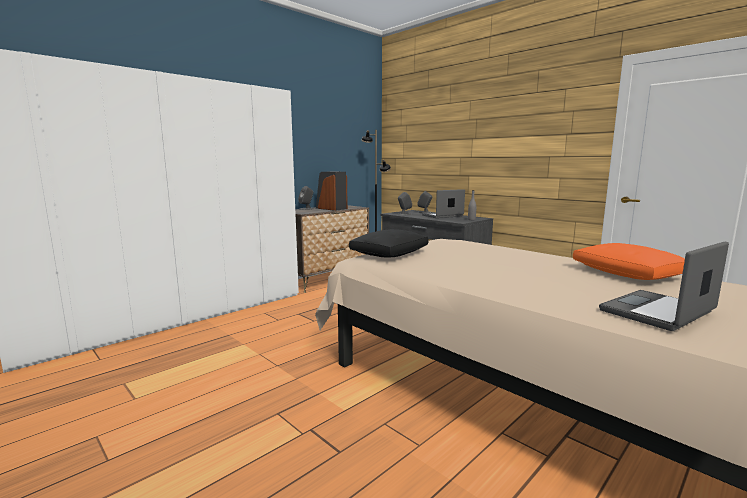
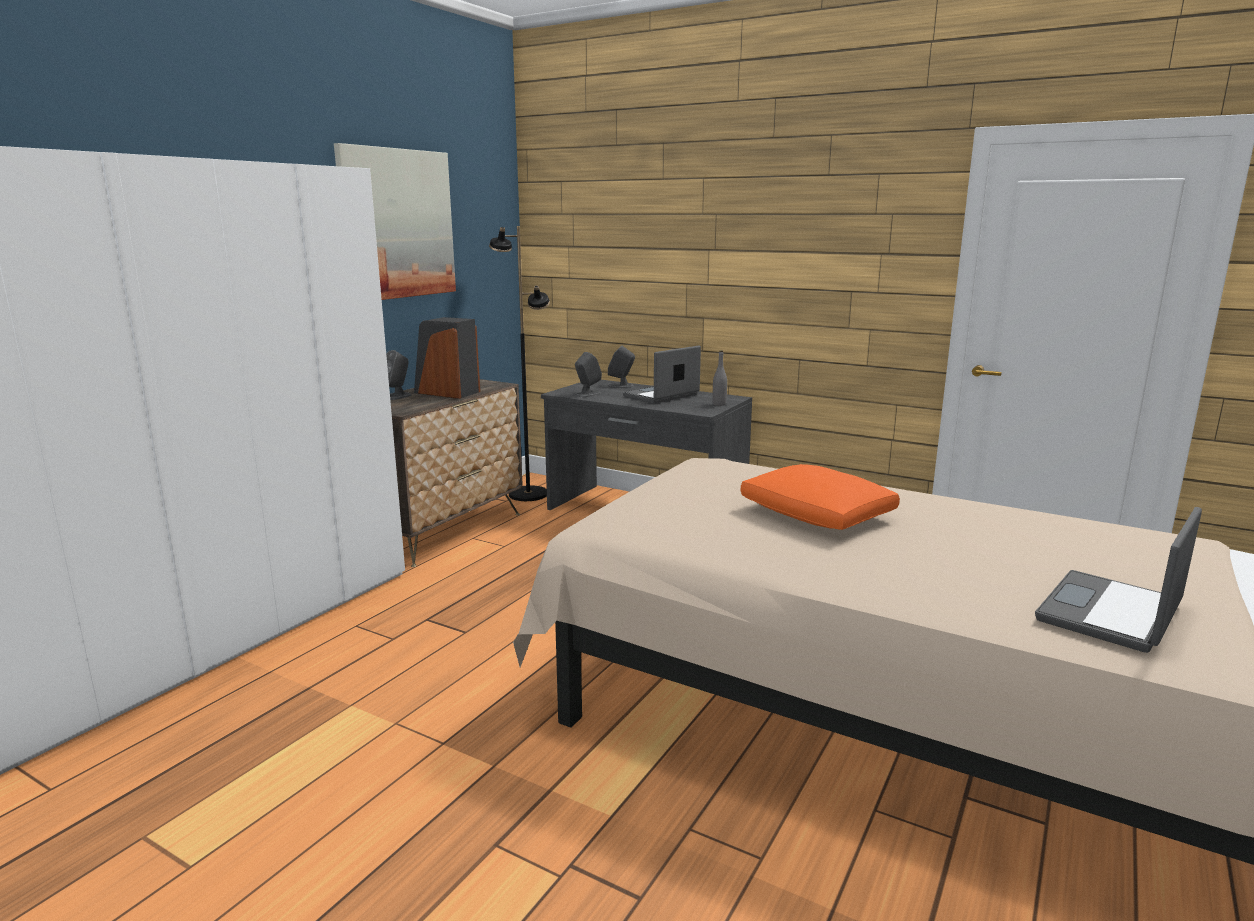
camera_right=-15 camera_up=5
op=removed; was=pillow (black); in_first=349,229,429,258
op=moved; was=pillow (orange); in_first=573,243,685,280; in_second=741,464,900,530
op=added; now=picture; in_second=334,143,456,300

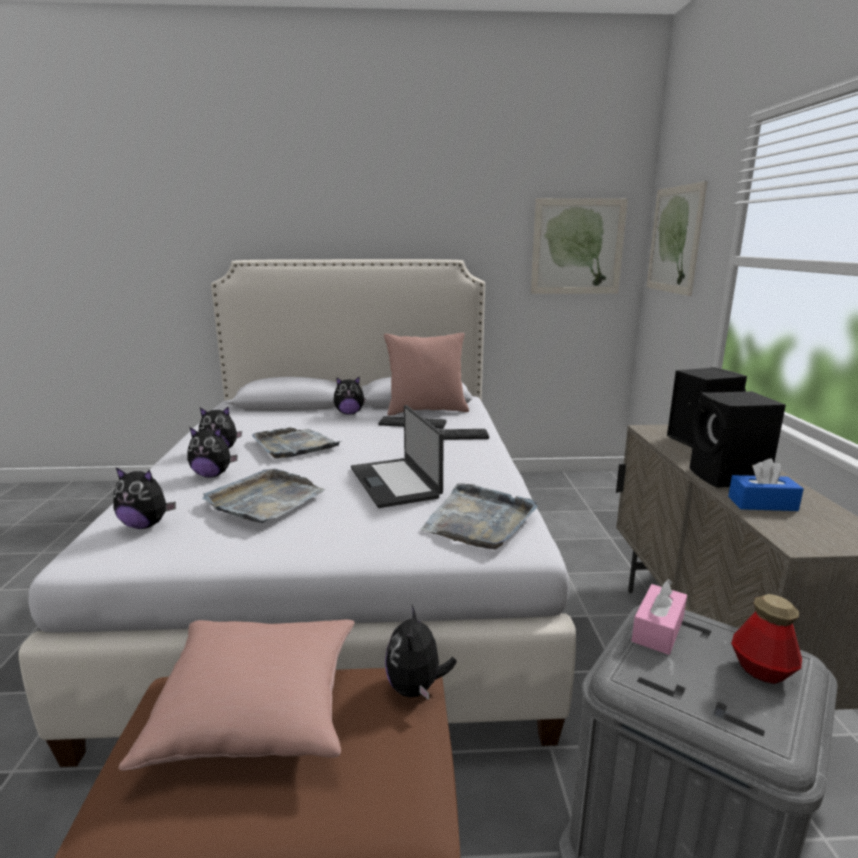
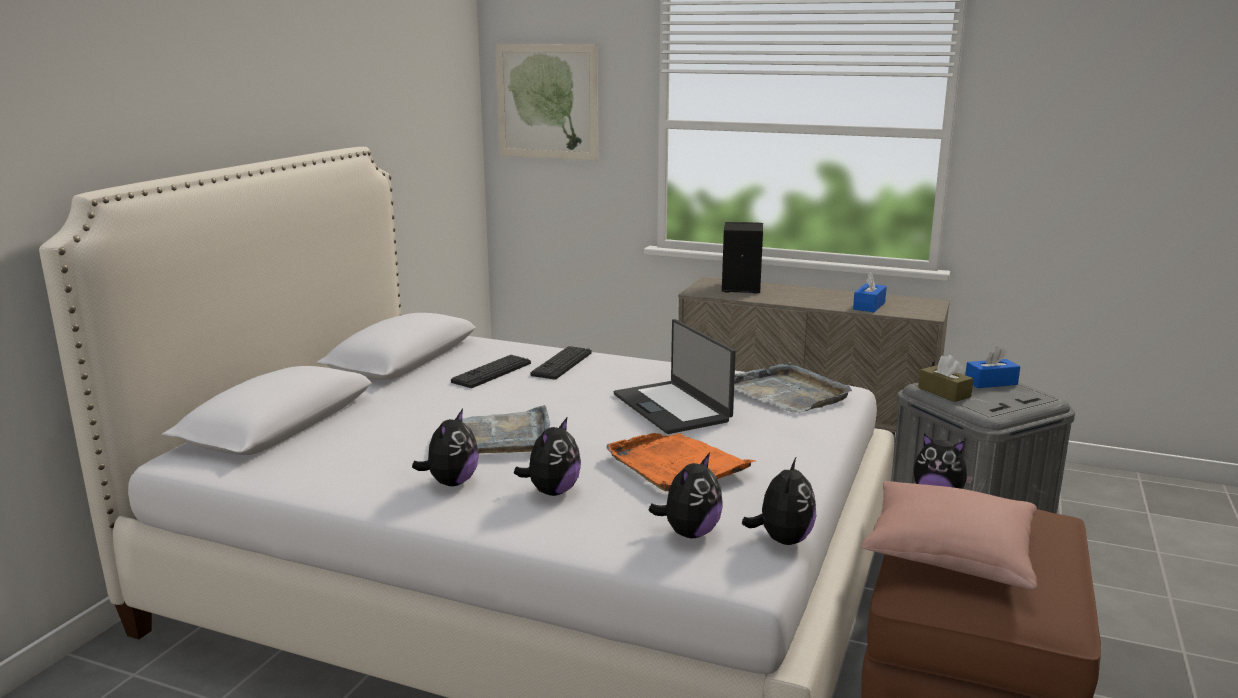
camera_right=-65 camera_up=0
op=removed; was=picture; in_first=531,198,628,294
op=removed; was=pillow (pink); in_first=384,333,469,416
op=moved; was=plush toy; in_first=334,377,366,415; in_second=742,456,816,545
op=removed; was=speaker (black); in_first=690,391,786,488
op=turned; was=laptop; in_first=351,405,444,508; in_second=614,319,736,434; clockwise=60
op=recoloured; was=tray (grey); now=tray (orange); in_first=203,469,325,523; in_second=606,433,755,491
op=recoloured; was=tissue box (pink); now=tissue box (brown); in_first=632,579,687,655; in_second=918,355,973,402
op=replaced; was=bottle; now=tissue box (blue); in_first=731,594,802,684; in_second=965,347,1020,388

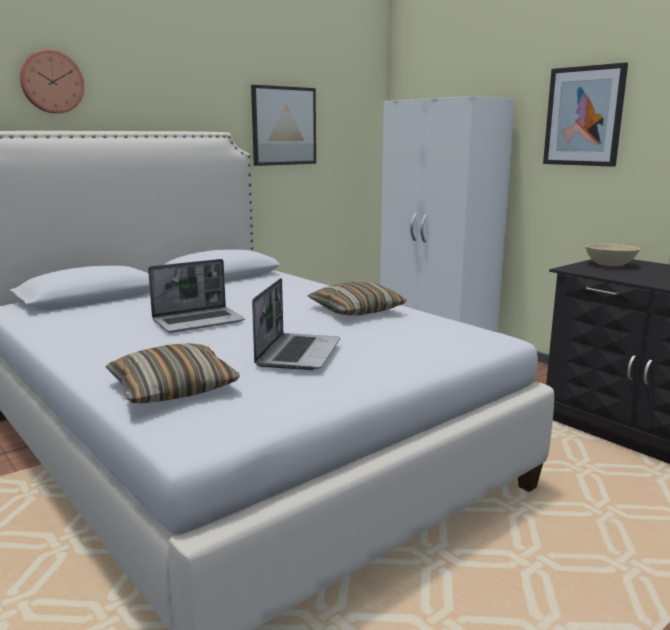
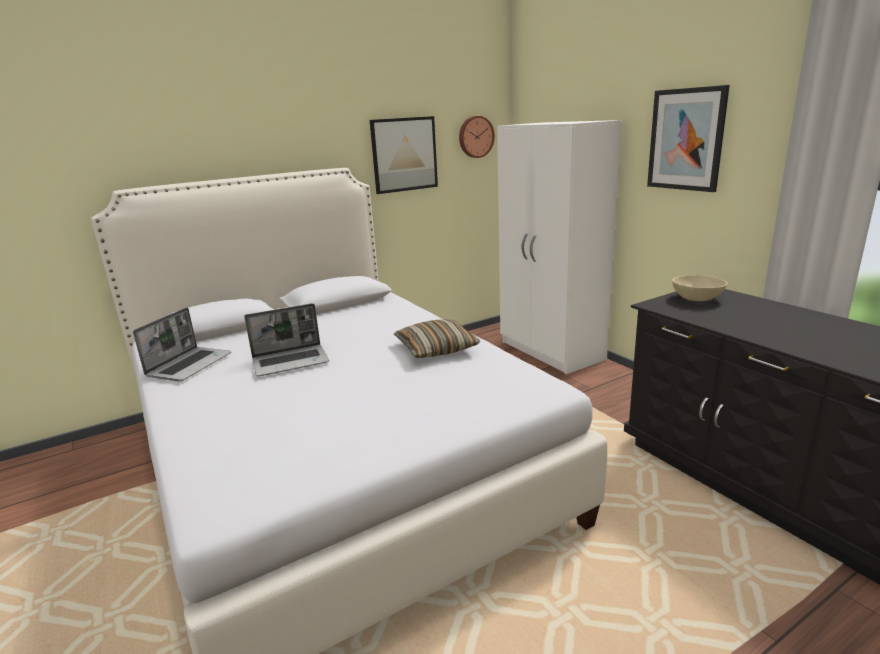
camera_right=10 camera_up=5
op=moved; was=wall clock; in_first=20,49,84,113; in_second=459,116,495,158
op=moved; was=laptop; in_first=252,278,340,370; in_second=133,308,232,381
op=removed; was=pillow; in_first=105,343,240,403

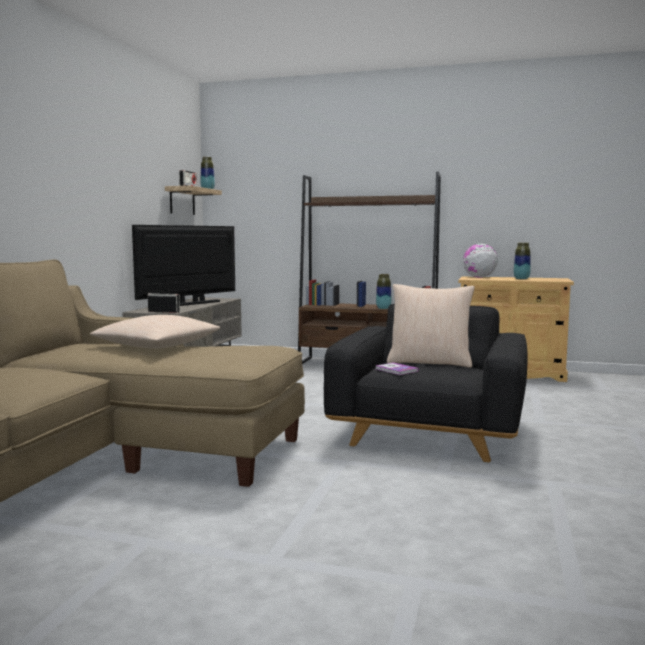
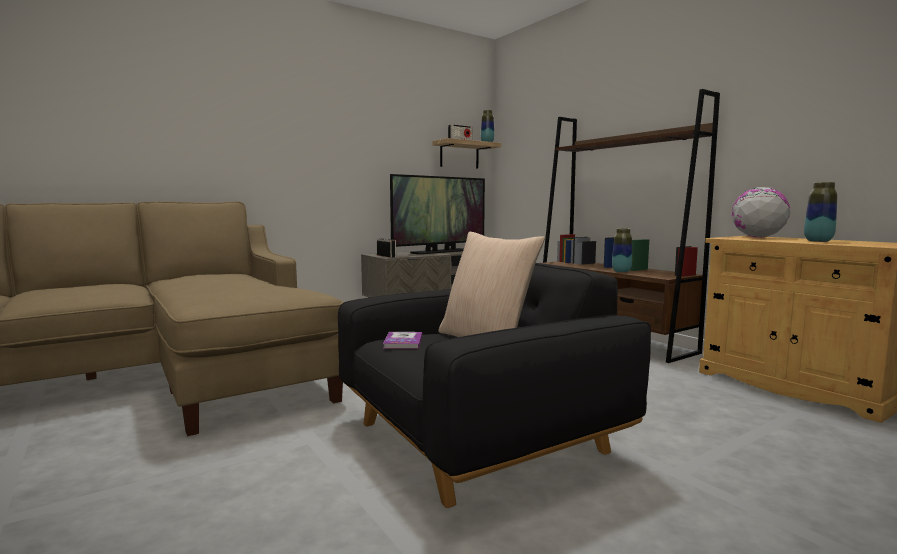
camera_right=40 camera_up=0
op=turned; was=television; in_first=132,225,235,306; in_second=390,174,485,254; clockwise=150
op=removed; was=pillow (beige); in_first=90,315,220,349

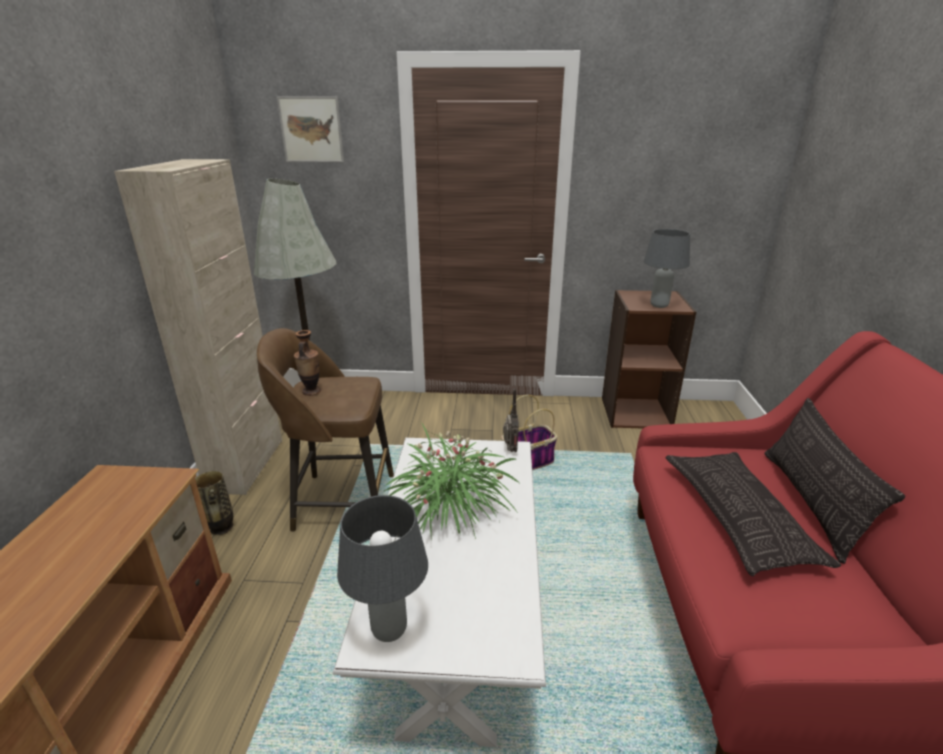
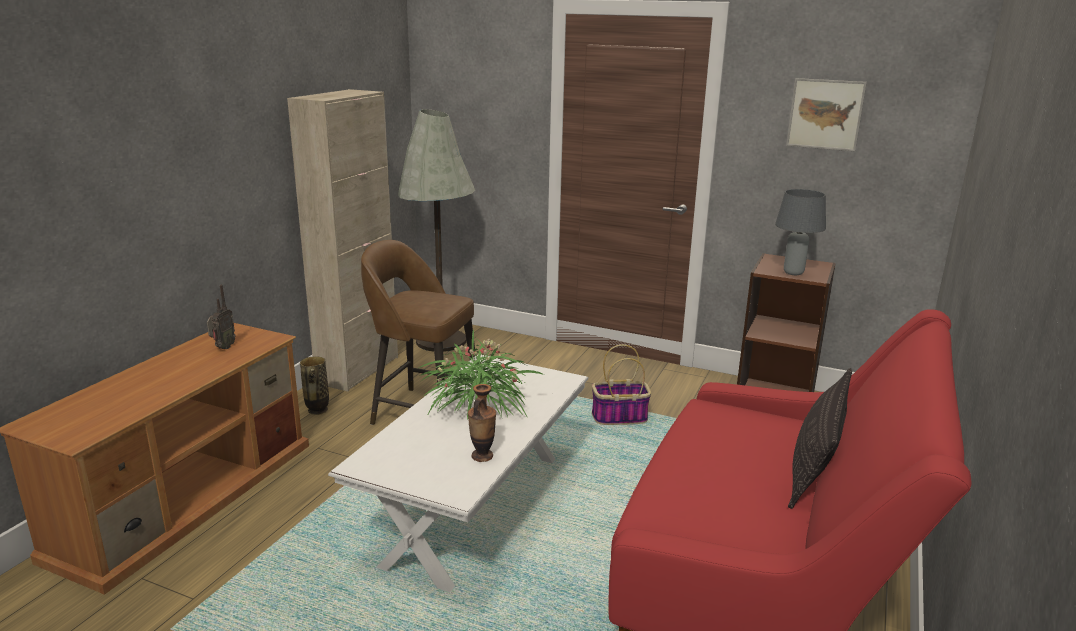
camera_right=20 camera_up=-5
op=moved; was=picture; in_first=277,96,344,162; in_second=786,78,867,151
op=moved; was=vase; in_first=294,330,321,396; in_second=468,384,496,462
op=moved; was=radio; in_first=503,389,519,452; in_second=207,285,236,349
op=removed; was=pillow; in_first=665,452,841,576
op=removed; was=table lamp (grey); in_first=337,495,428,642

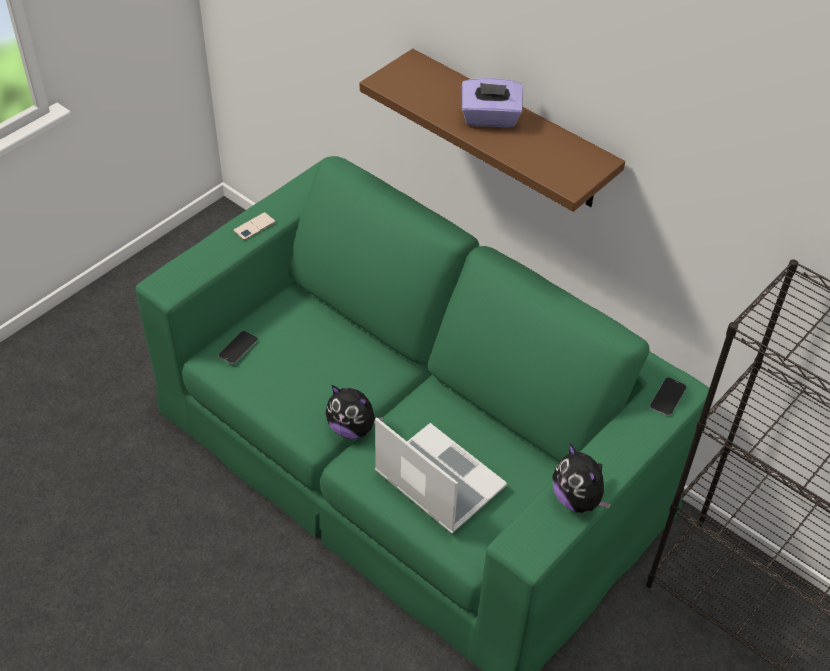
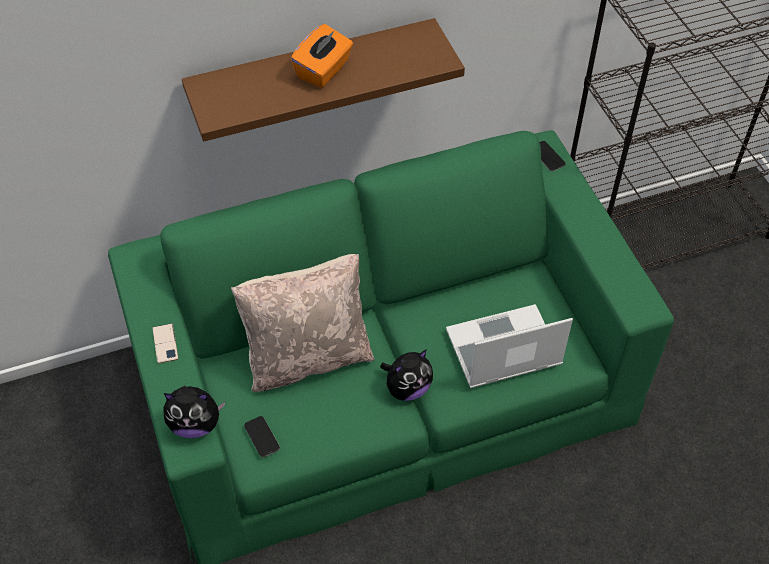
camera_right=-60 camera_up=5
op=recoloured; was=tissue box (purple); now=tissue box (orange); in_first=462,78,523,128; in_second=291,24,353,88
op=moved; was=plush toy; in_first=552,443,611,513; in_second=163,386,225,438
op=added; now=pillow (beige); in_second=231,254,375,392

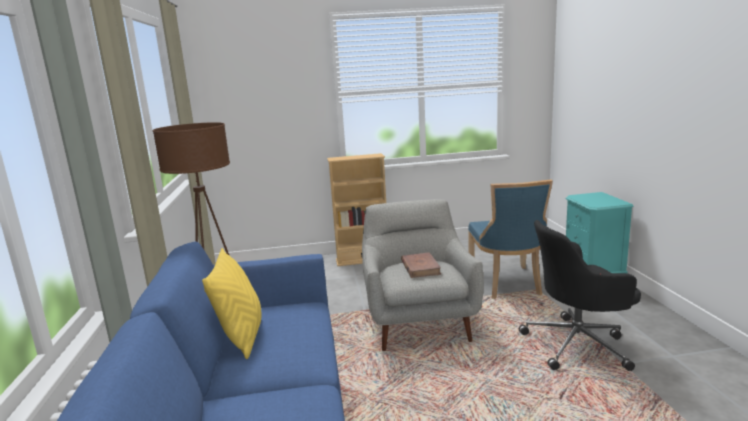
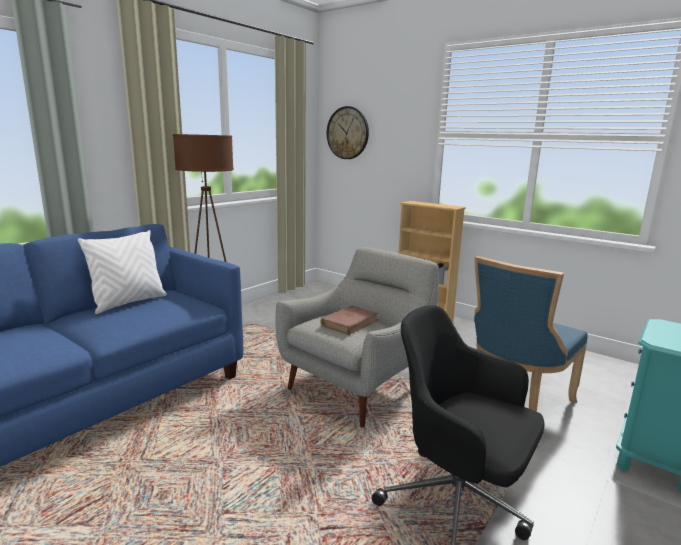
camera_right=45 camera_up=0
op=recoloured; was=pillow (yellow); now=pillow (white); in_first=202,248,261,359; in_second=78,230,167,314
op=added; now=wall clock; in_second=327,106,369,159

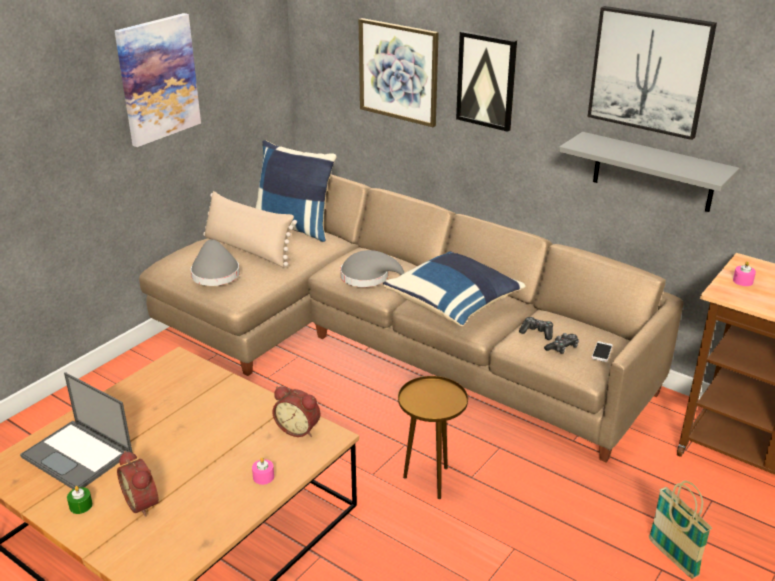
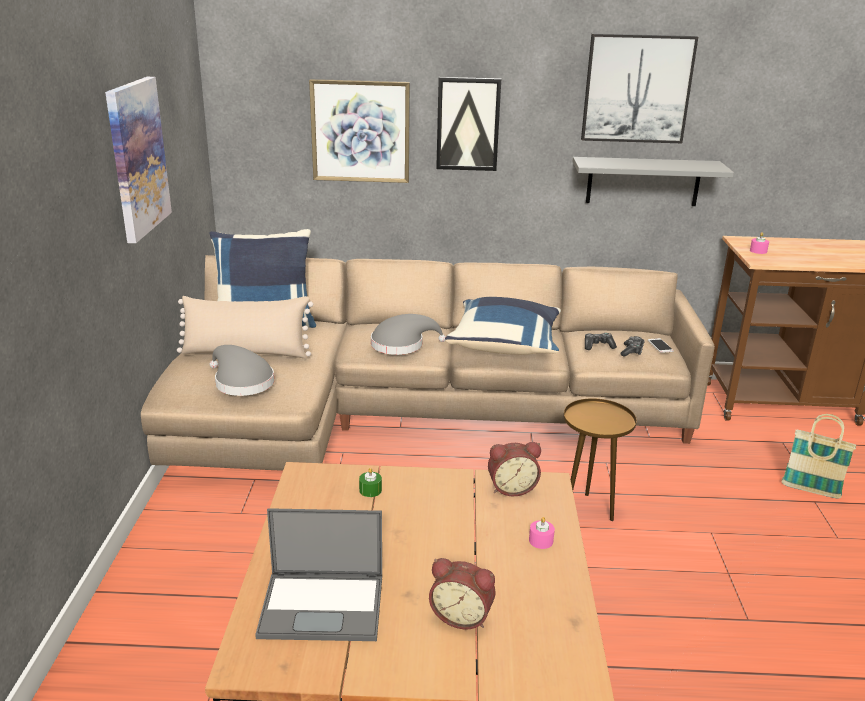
camera_right=-35 camera_up=-5
op=moved; was=candle (green); in_first=67,486,93,514; in_second=359,468,382,497

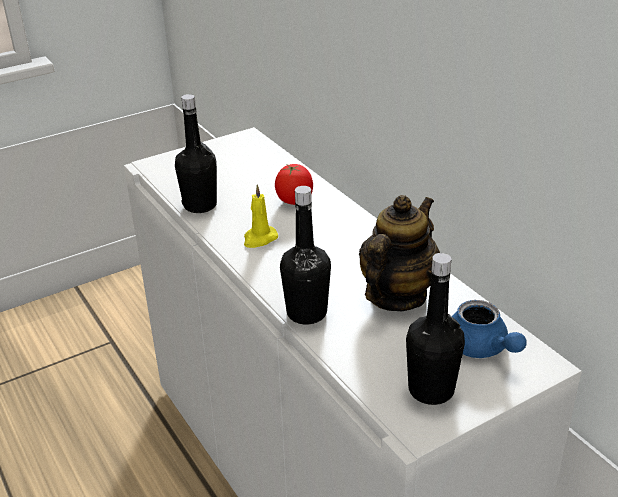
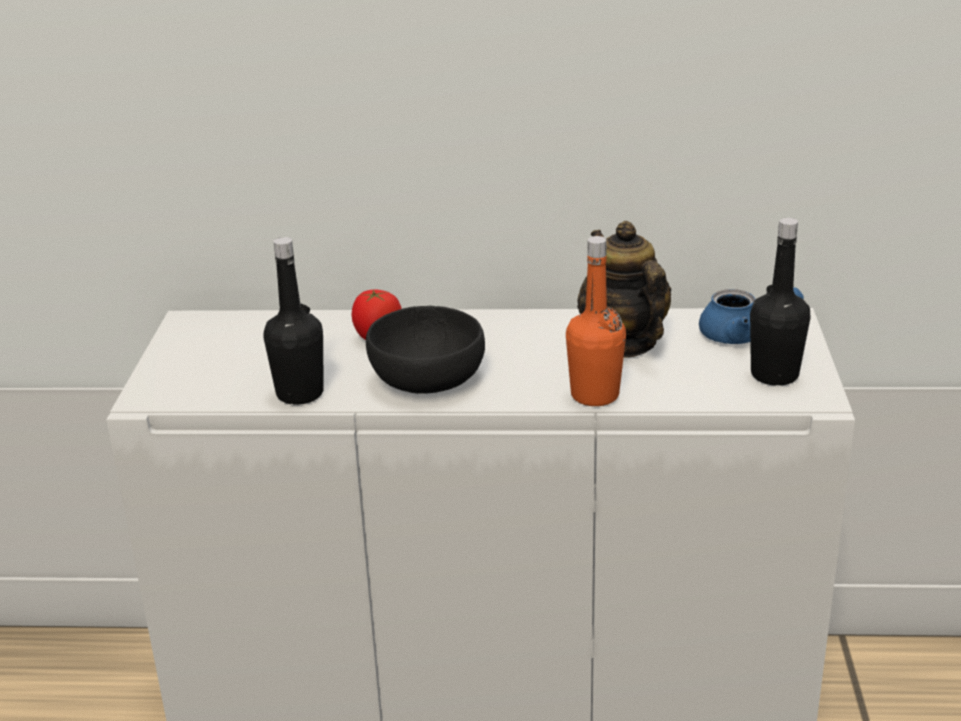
camera_right=-55 camera_up=-5
op=replaced; was=candle (yellow); now=bowl (black); in_first=244,185,278,248; in_second=366,306,485,394
op=recoloured; was=bottle (black); now=bottle (orange); in_first=280,186,331,325; in_second=566,236,626,406

